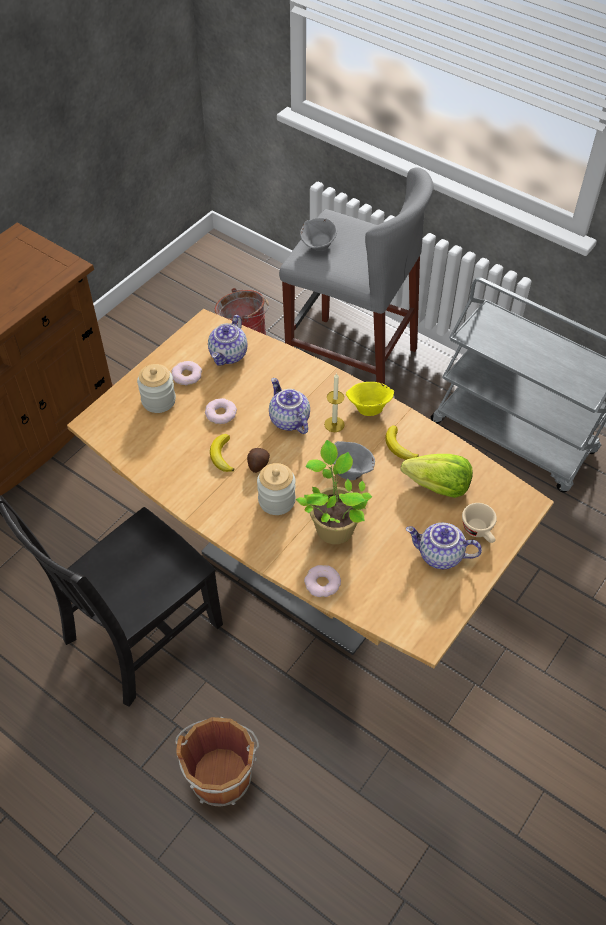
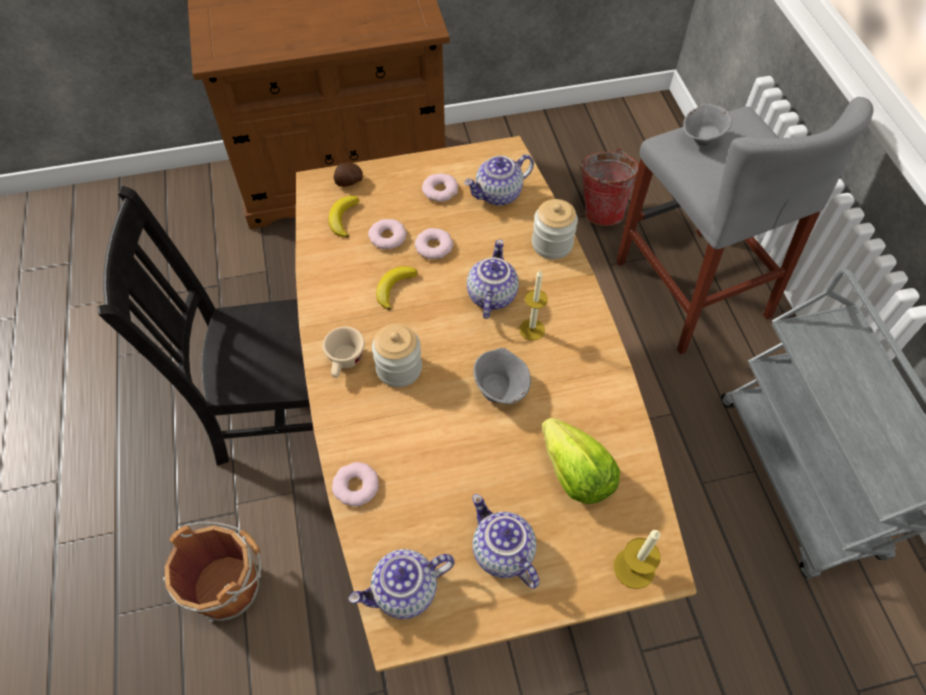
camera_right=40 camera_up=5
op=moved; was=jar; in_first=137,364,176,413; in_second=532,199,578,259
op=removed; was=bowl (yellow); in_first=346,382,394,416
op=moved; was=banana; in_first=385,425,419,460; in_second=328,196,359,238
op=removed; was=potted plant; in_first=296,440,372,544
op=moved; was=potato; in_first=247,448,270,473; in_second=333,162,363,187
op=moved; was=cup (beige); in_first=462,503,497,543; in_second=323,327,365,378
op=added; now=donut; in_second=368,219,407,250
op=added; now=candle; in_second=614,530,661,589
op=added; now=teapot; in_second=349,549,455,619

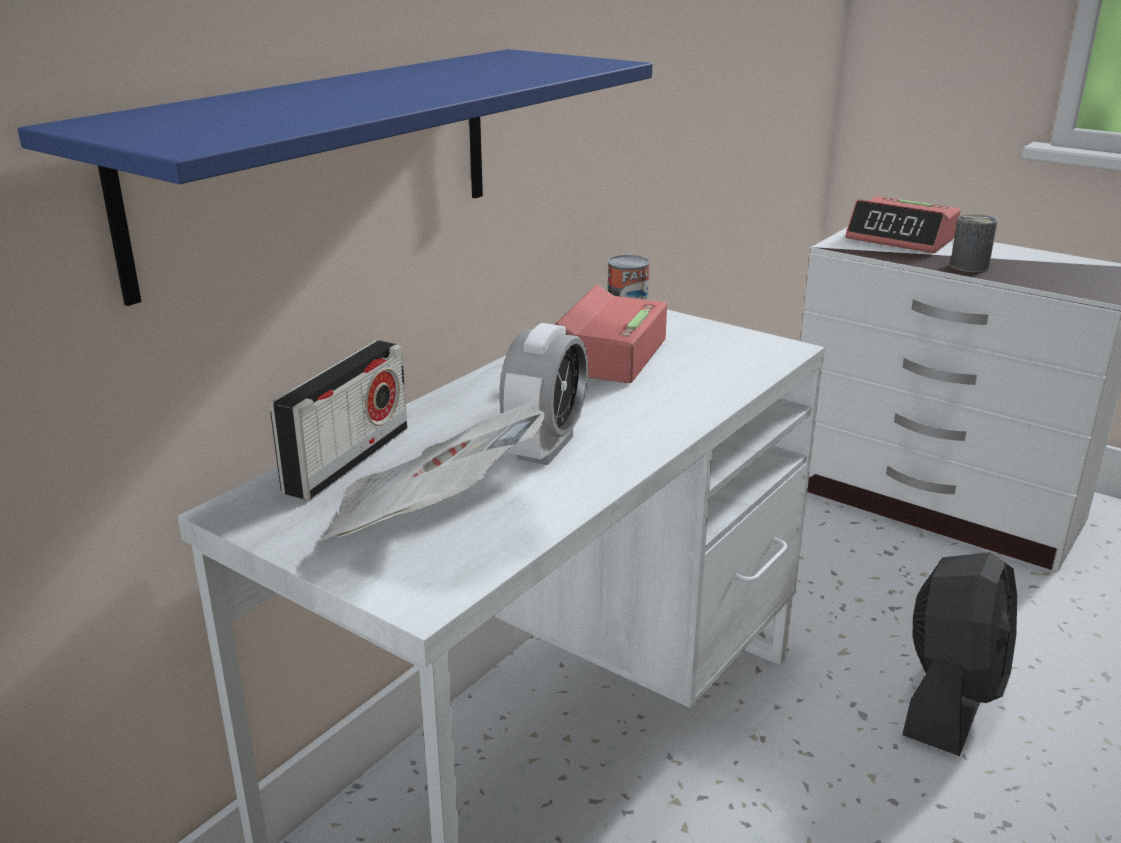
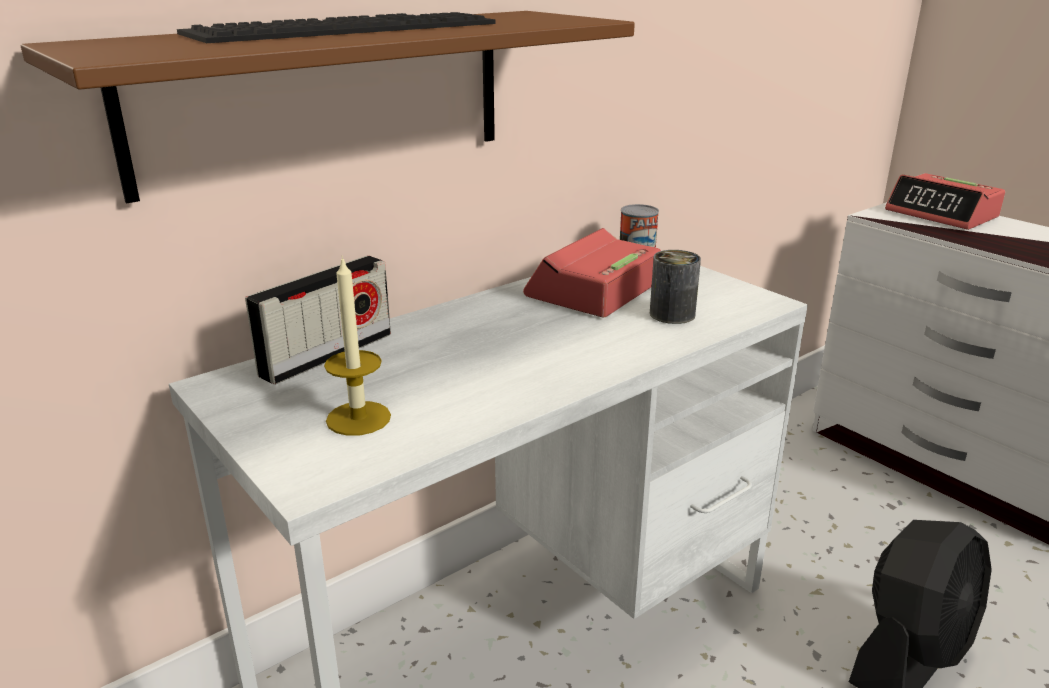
camera_right=15 camera_up=0
op=recoloured; was=shelf (blue); now=shelf (brown); in_first=18,49,652,306; in_second=21,11,635,203
op=moved; was=can; in_first=950,214,997,273; in_second=650,250,701,324
op=removed; was=alarm clock; in_first=499,323,588,465
op=replaced; was=newspaper; now=candle; in_first=320,401,545,542; in_second=324,256,391,436
op=added; now=keyboard; in_second=177,12,495,43

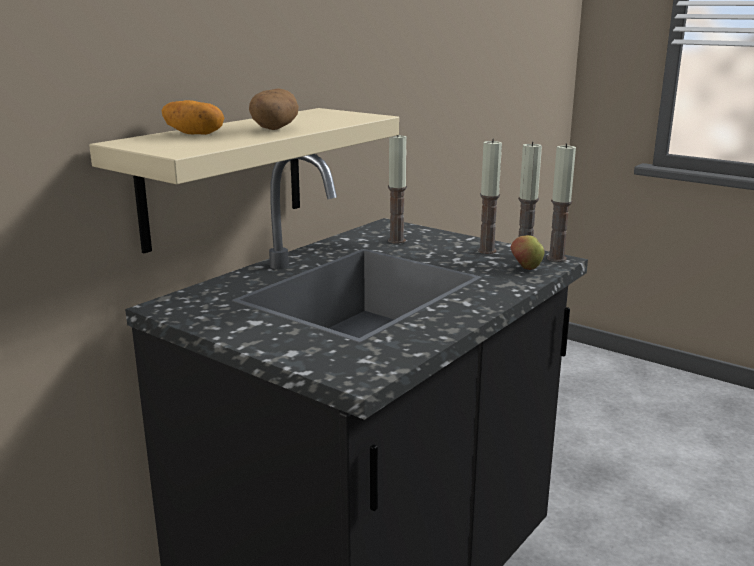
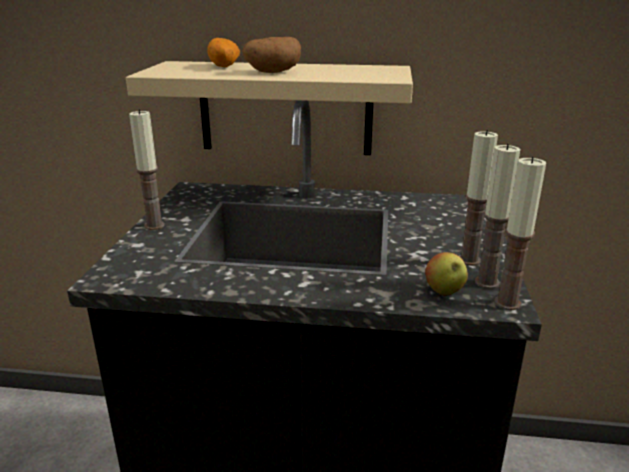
camera_right=60 camera_up=5
op=moved; was=candle; in_first=388,135,407,244; in_second=129,109,165,230

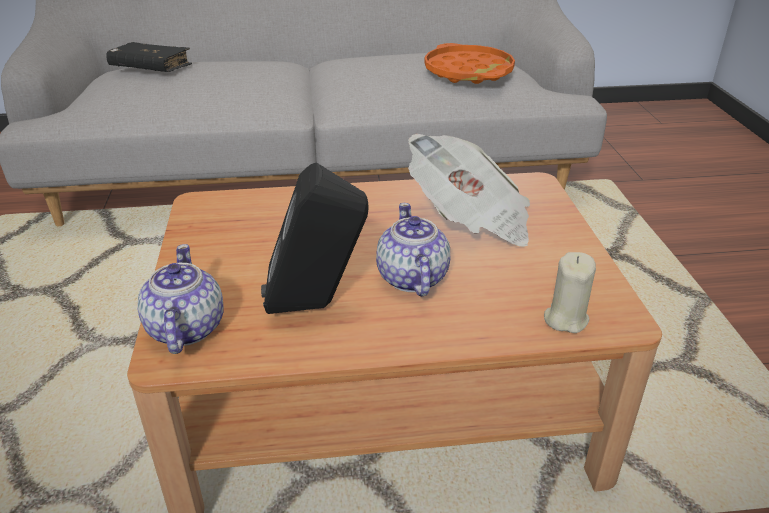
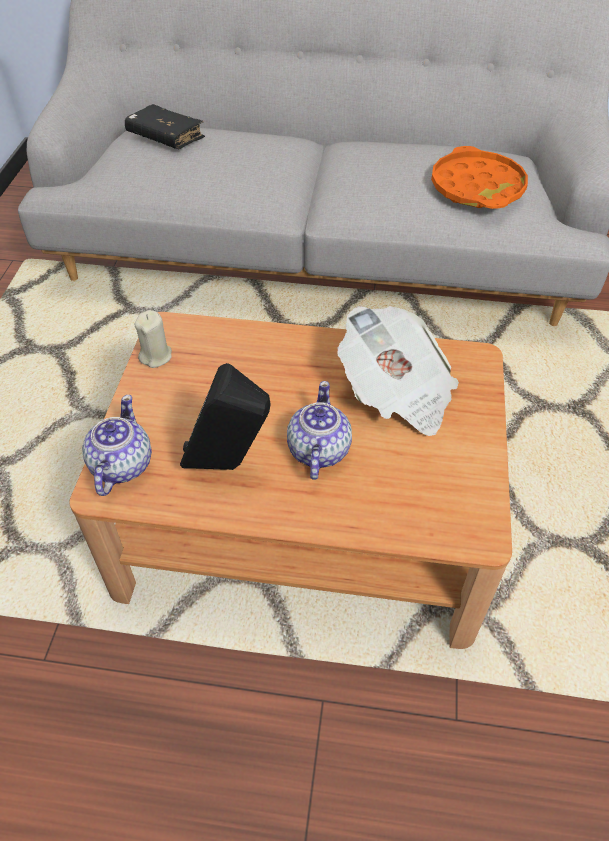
camera_right=15 camera_up=15
op=moved; was=candle (beige); in_first=544,252,596,333; in_second=135,310,172,368

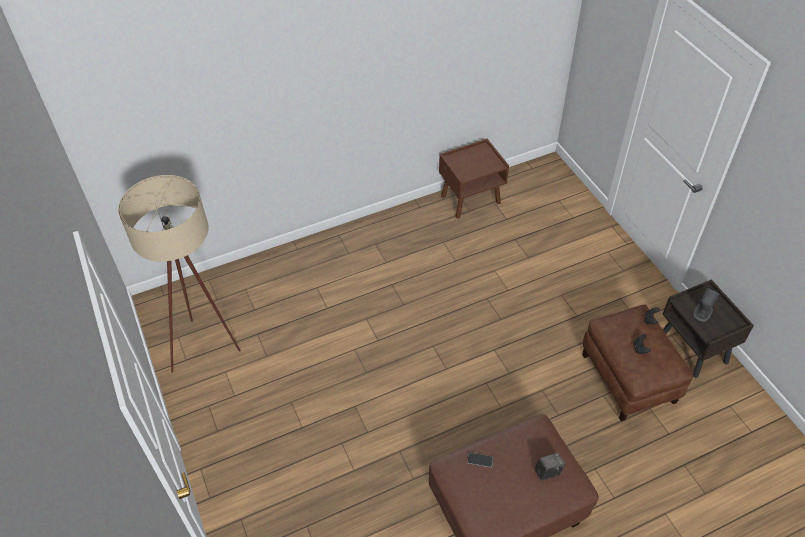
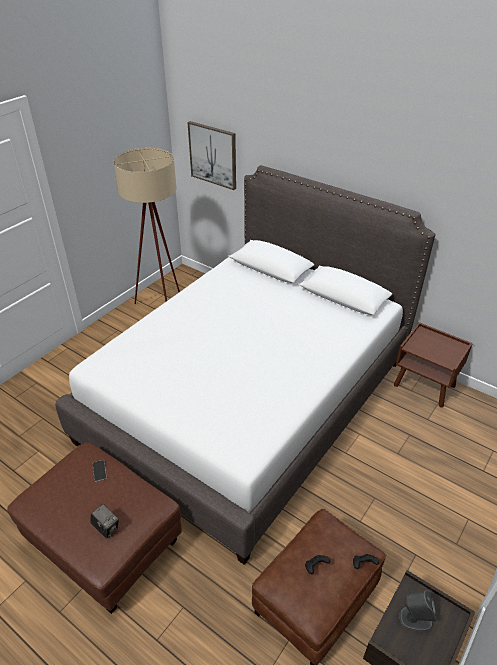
camera_right=60 camera_up=-10
op=added; now=picture; in_second=188,121,236,190
op=added; now=bed (white); in_second=55,165,435,565

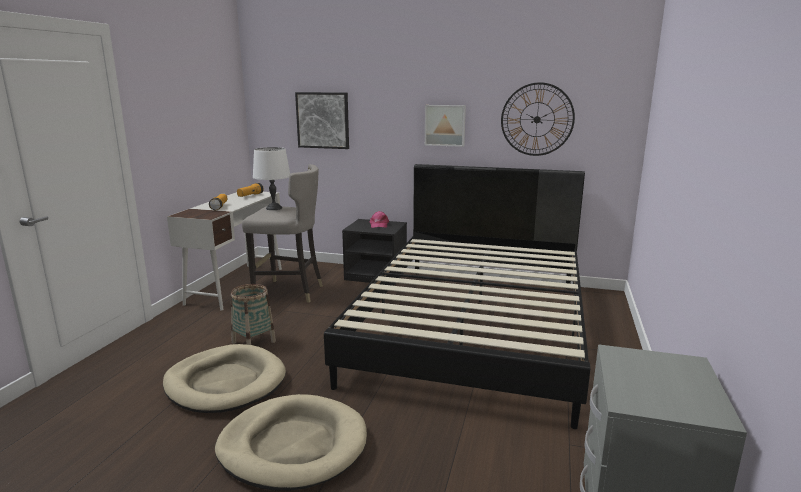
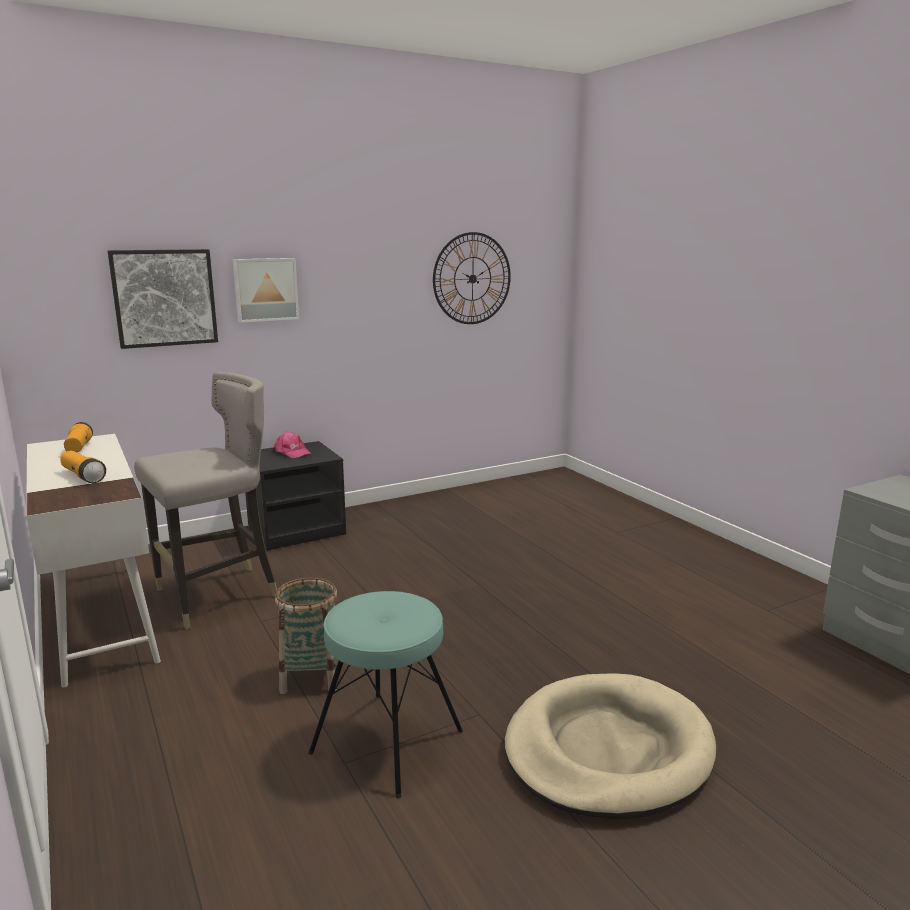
camera_right=-45 camera_up=0
op=moved; was=picture; in_first=425,105,466,147; in_second=233,258,299,323
op=removed; was=table lamp (white); in_first=253,147,290,210
op=removed; was=bed (black); in_first=324,164,591,429
op=replaced; was=dog bed (beige); now=stool (turquoise); in_first=163,344,286,413; in_second=308,591,463,798

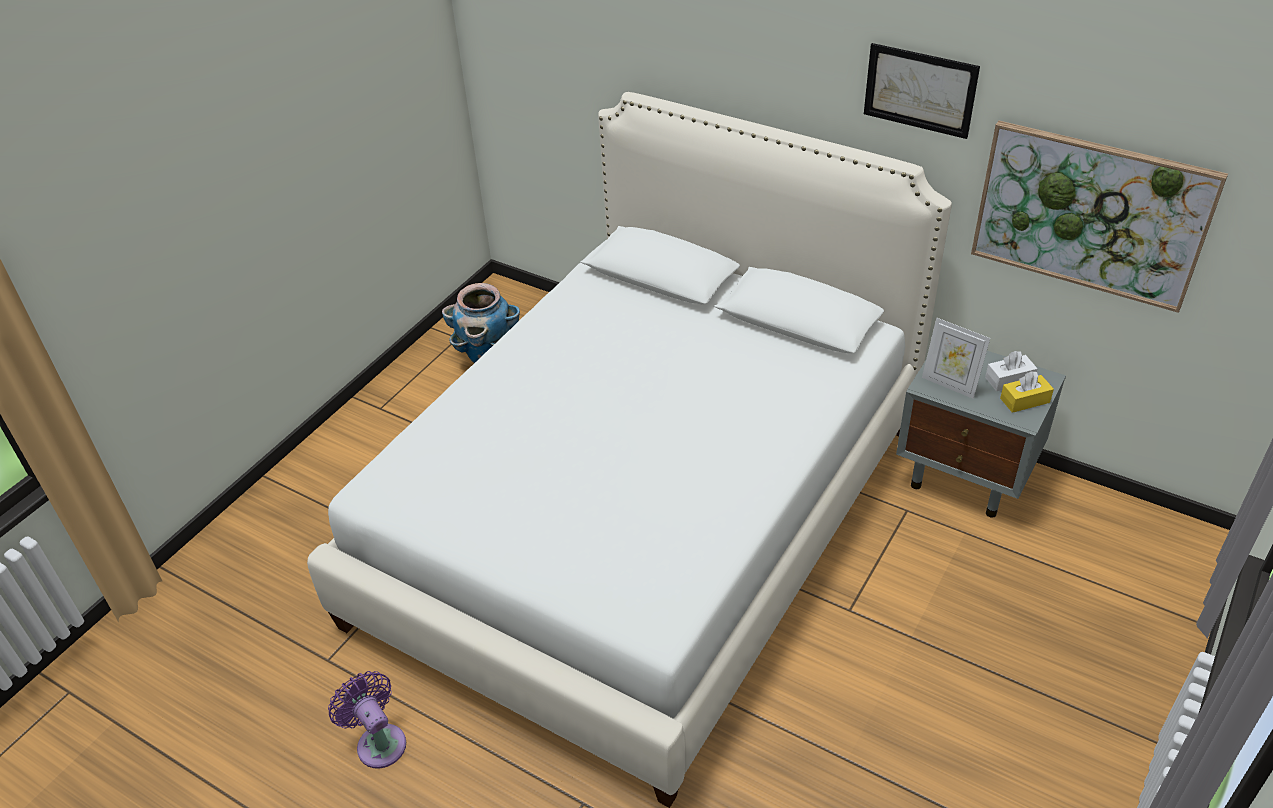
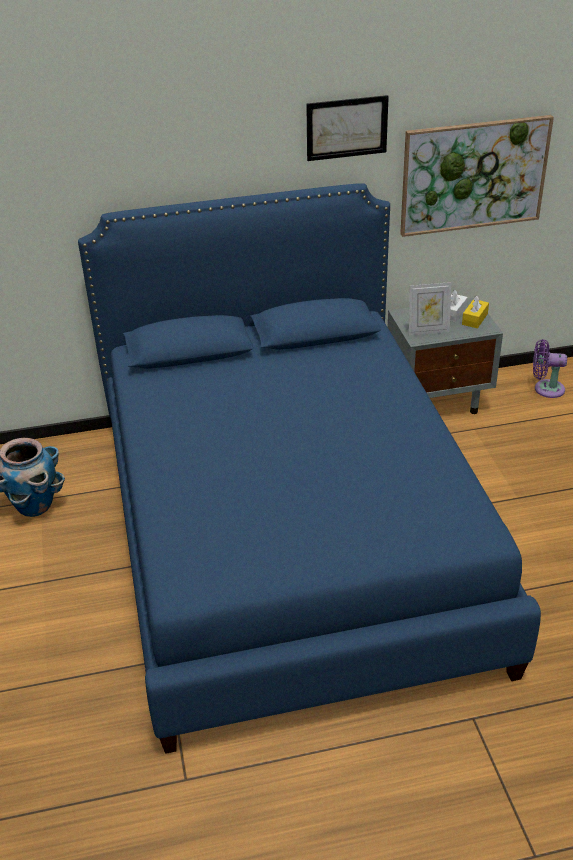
camera_right=-45 camera_up=-5
op=recoloured; was=bed (white); now=bed (blue); in_first=307,92,952,808; in_second=78,183,541,754
op=moved; was=fan (purple); in_first=328,671,406,769; in_second=533,339,567,398

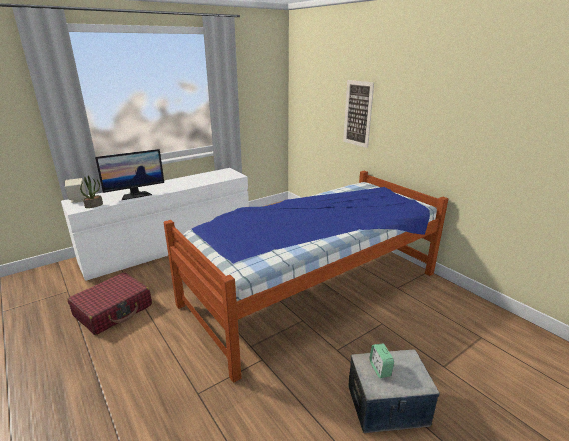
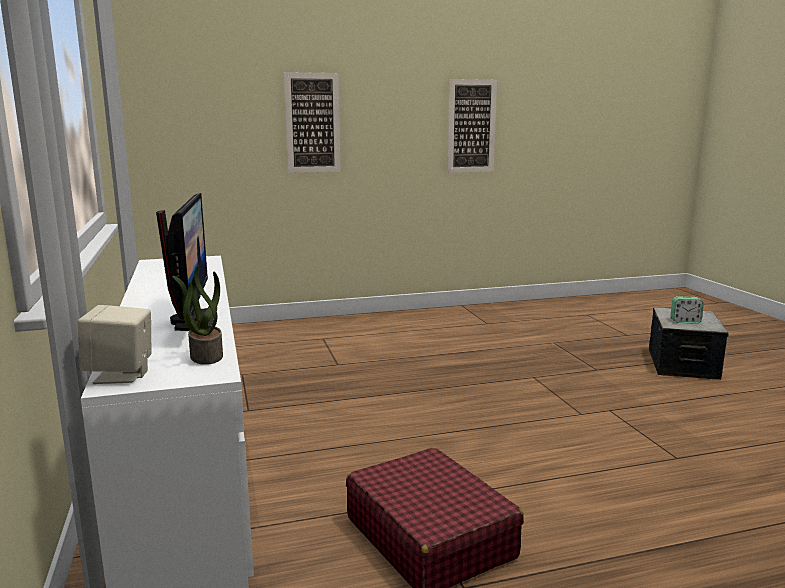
camera_right=-70 camera_up=-10
op=removed; was=bed; in_first=163,171,448,383
op=added; now=picture; in_second=447,79,497,173

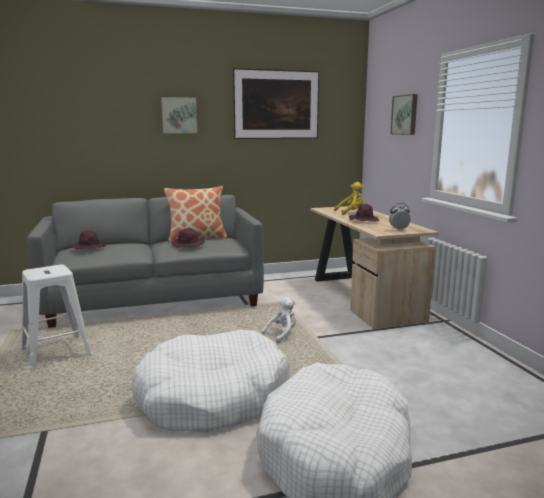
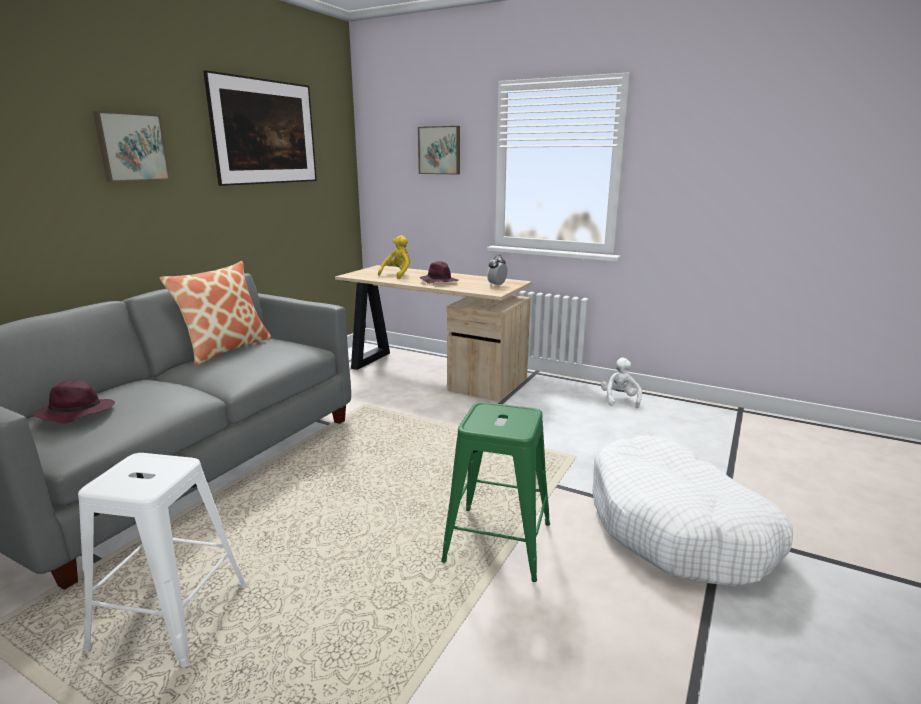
camera_right=-45 camera_up=5
op=removed; was=hat (purple); in_first=171,228,205,248
op=moved; was=plush toy (white); in_first=261,297,296,343; in_second=601,358,642,408
op=replaced; was=dog bed (white); now=stool (green); in_first=132,329,290,433; in_second=441,402,550,582

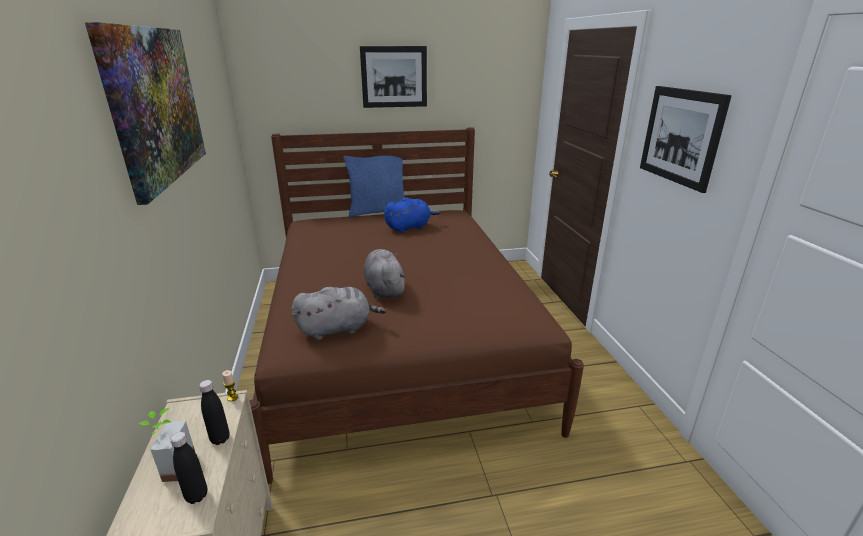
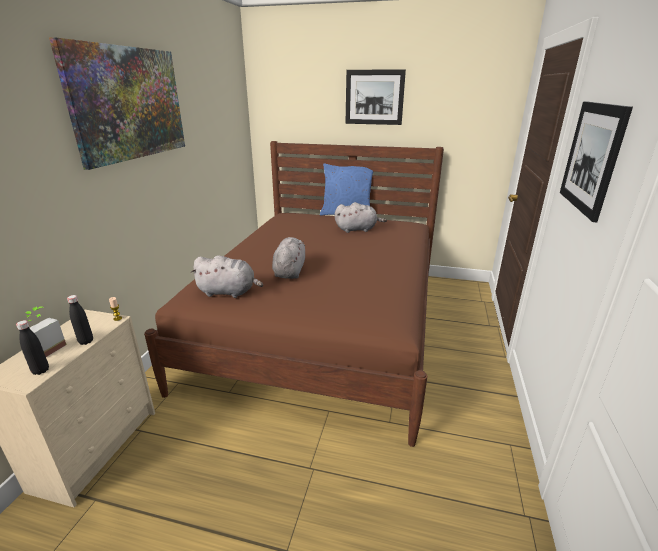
camera_right=25 camera_up=0
op=recoloured; was=plush toy (blue); now=plush toy (grey); in_first=384,197,440,233; in_second=334,202,387,233

